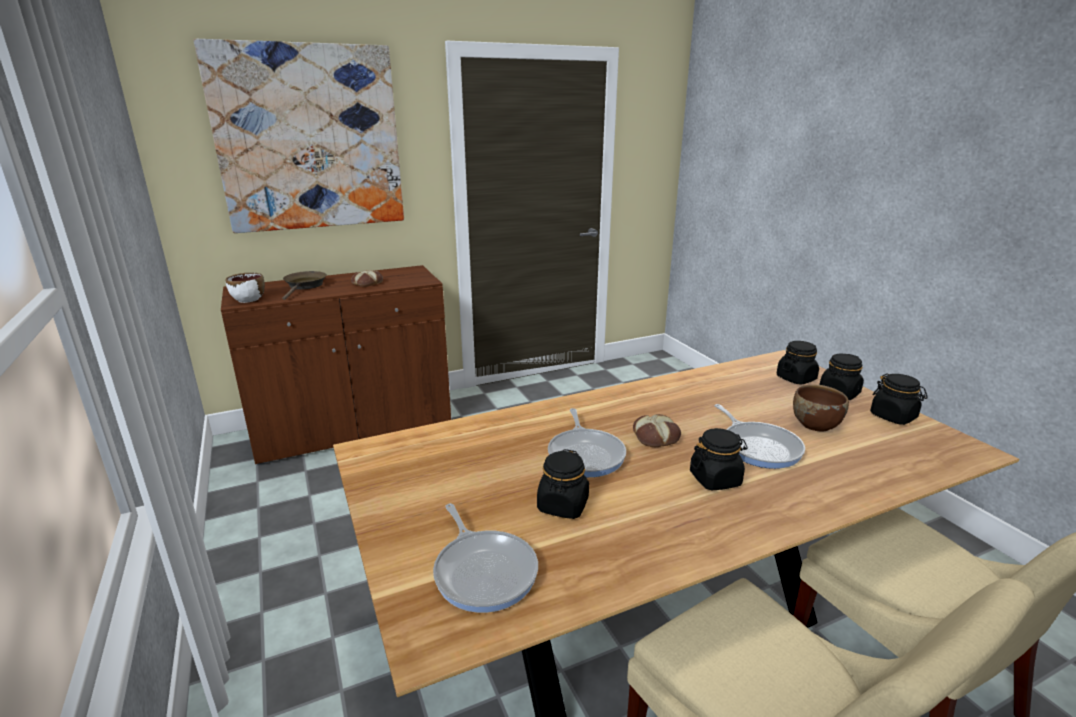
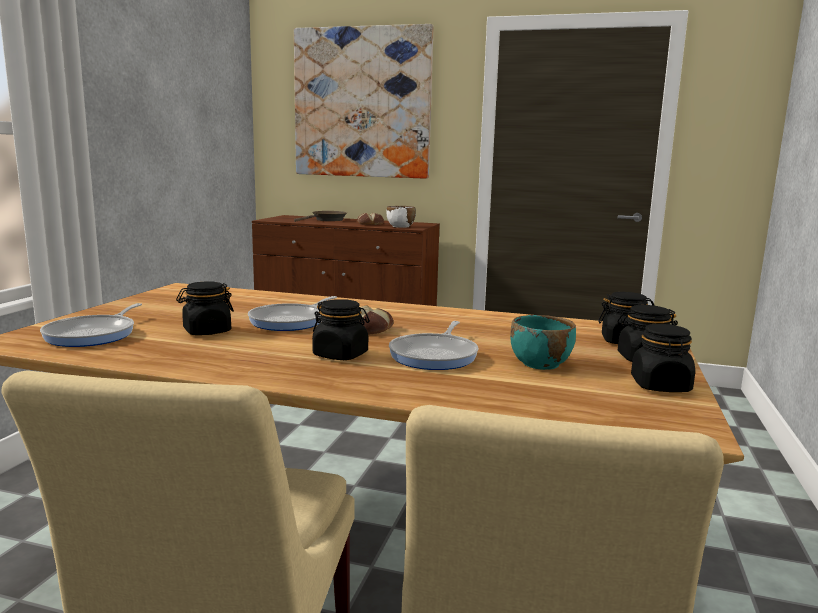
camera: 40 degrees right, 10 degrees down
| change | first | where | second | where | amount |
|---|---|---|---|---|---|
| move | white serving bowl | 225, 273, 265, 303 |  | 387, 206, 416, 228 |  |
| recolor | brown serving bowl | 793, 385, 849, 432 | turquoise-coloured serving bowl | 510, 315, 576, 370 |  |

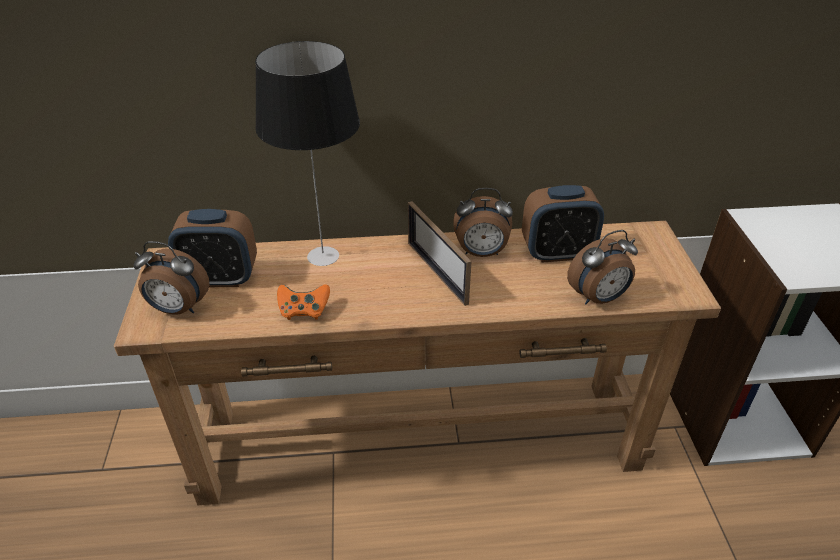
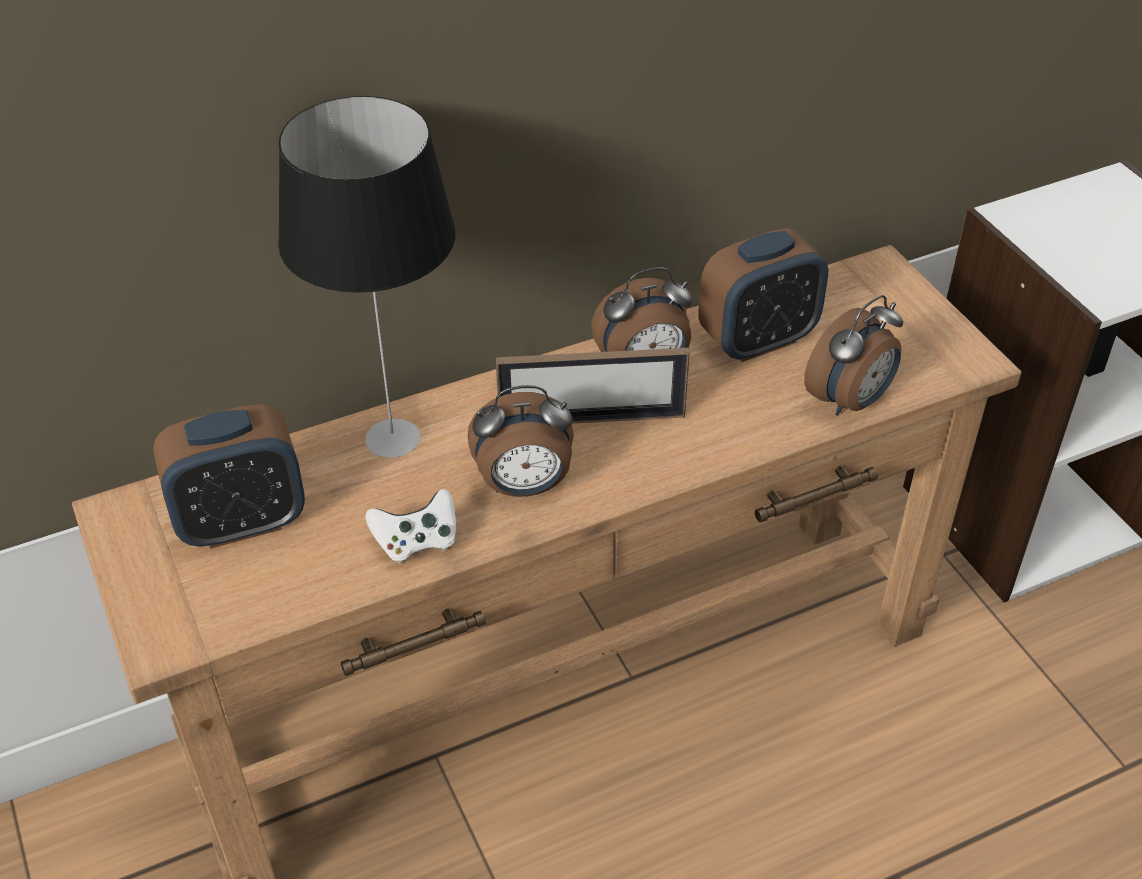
camera: 20 degrees left, 5 degrees up
| change | first | where | second | where | amount |
|---|---|---|---|---|---|
| rotate | standing frame | 408, 201, 472, 306 |  | 495, 348, 690, 424 | 45 degrees counterclockwise |
| move | table clock | 133, 241, 210, 315 |  | 468, 385, 574, 497 |  |
| recolor | orange-coloured gamepad | 277, 284, 330, 320 | white gamepad | 366, 489, 456, 564 |  |

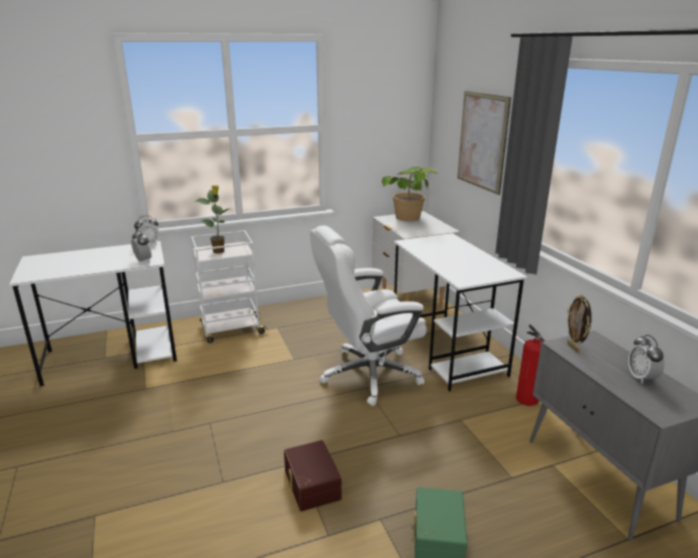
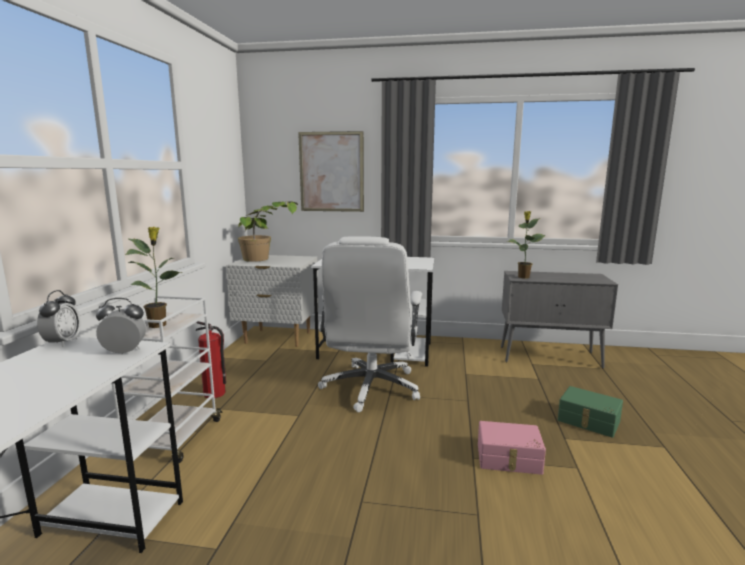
camera: 60 degrees left, 10 degrees down
| change | first | where | second | where | amount |
|---|---|---|---|---|---|
| replace | standing frame | 567, 294, 592, 353 | potted plant | 507, 211, 546, 279 |  |
| move | extinguisher | 516, 324, 545, 406 |  | 196, 321, 226, 398 |  |
| delete | table clock | 628, 335, 664, 384 |  |  |  |
| recolor | brown storage box | 284, 440, 342, 511 | pinkish storage box | 478, 421, 546, 475 |  |

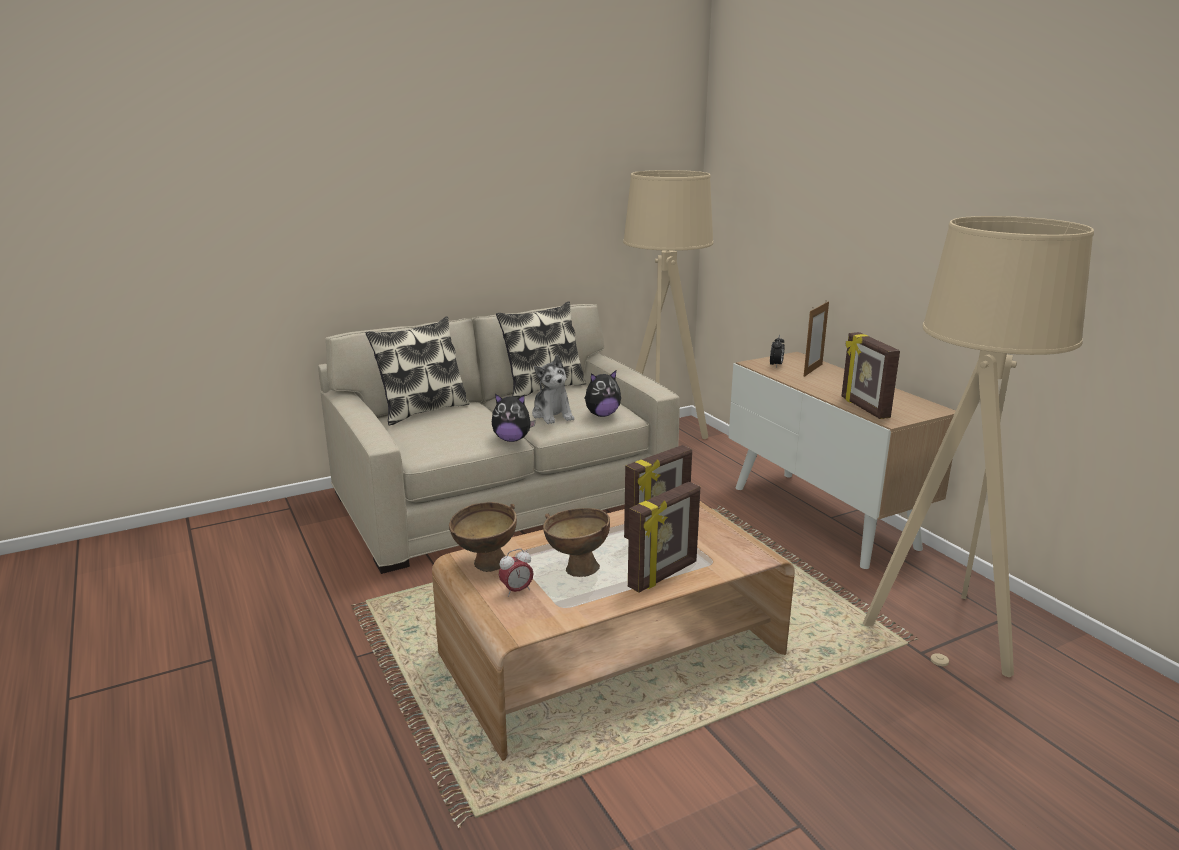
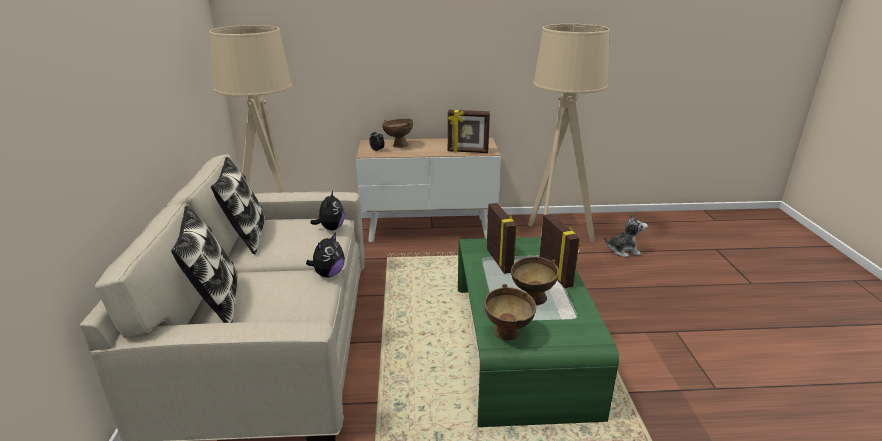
camera: 65 degrees left, 5 degrees up
| change | first | where | second | where | amount |
|---|---|---|---|---|---|
| replace | standing frame | 804, 301, 829, 377 | brown serving bowl | 382, 118, 413, 148 |  |
| move | soft toy | 532, 355, 574, 424 |  | 604, 212, 648, 257 |  |
| recolor | brown low table | 432, 501, 795, 761 | green low table | 458, 237, 619, 427 |  |
| delete | table clock | 499, 548, 534, 597 |  |  |  |

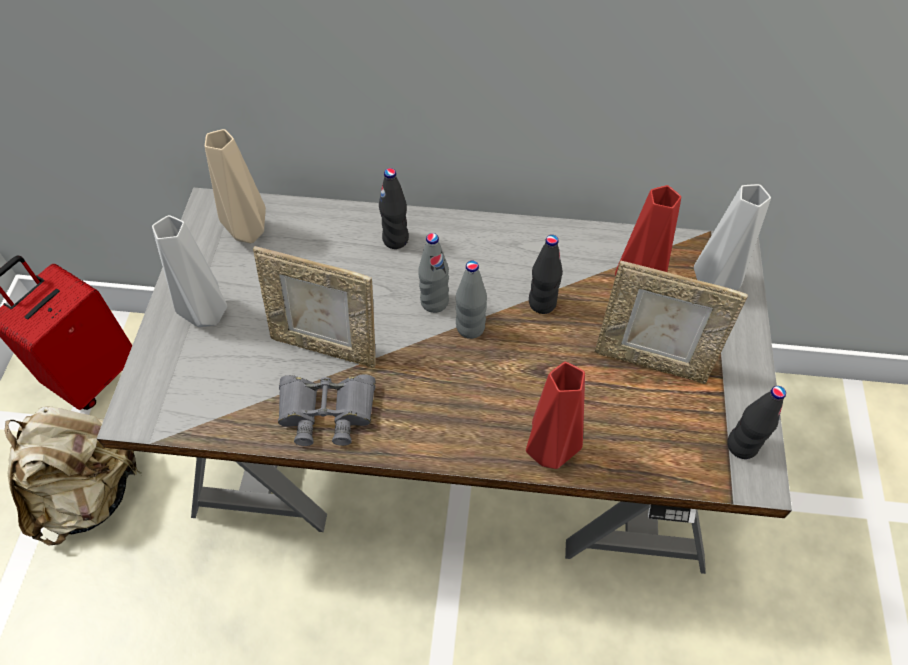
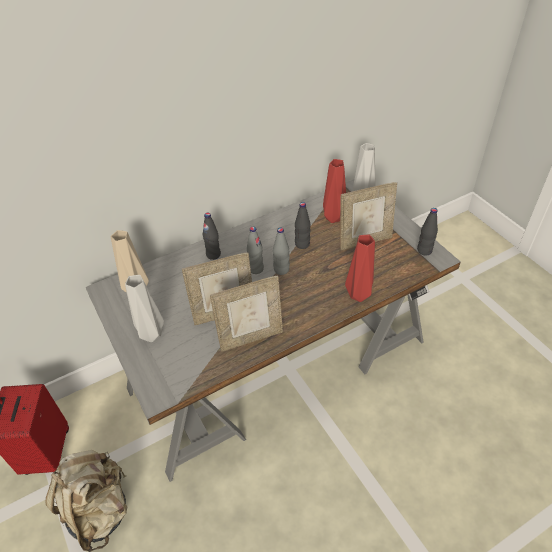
camera: 35 degrees left, 10 degrees down
| change | first | where | second | where | amount |
|---|---|---|---|---|---|
| replace | greyish pair of binoculars | 278, 374, 376, 446 | standing frame | 210, 276, 283, 352 |  |

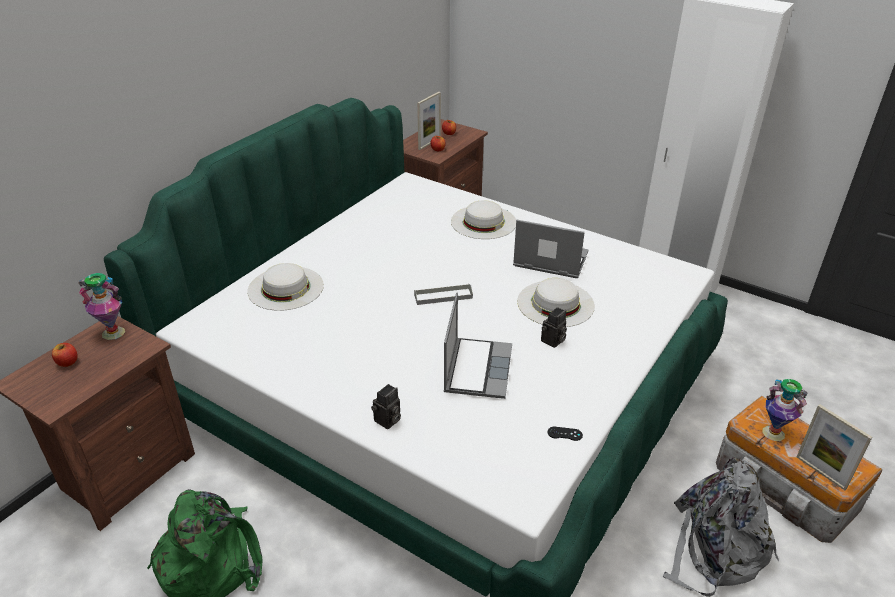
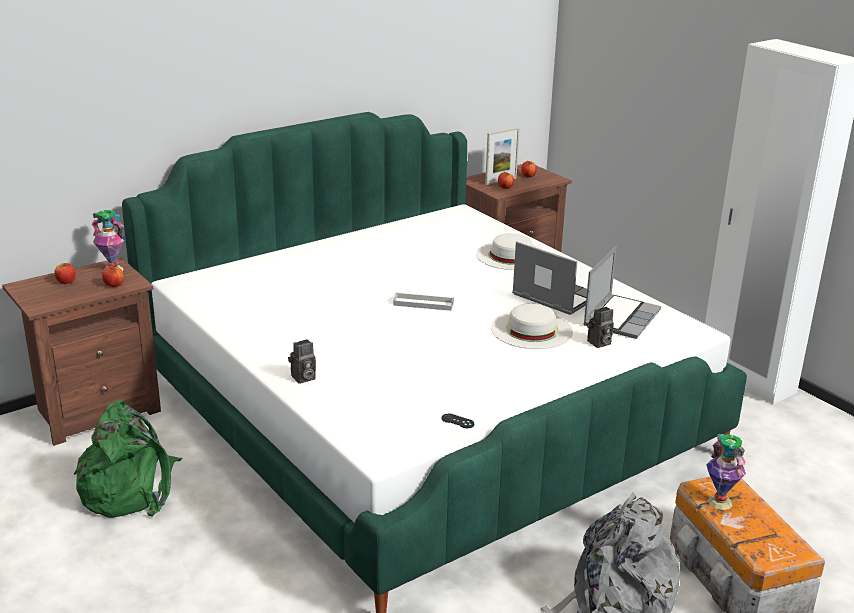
camera: 20 degrees right, 10 degrees down
| change | first | where | second | where | amount |
|---|---|---|---|---|---|
| delete | white wearable hat | 248, 263, 324, 311 |  |  |  |
| move | laptop | 444, 293, 512, 399 |  | 583, 246, 661, 339 |  |
| move | still camera | 541, 307, 567, 348 |  | 587, 307, 614, 348 |  |
| delete | standing frame | 797, 404, 872, 490 |  |  |  |
| insert |  |  | whole apple | 102, 266, 124, 287 |  |

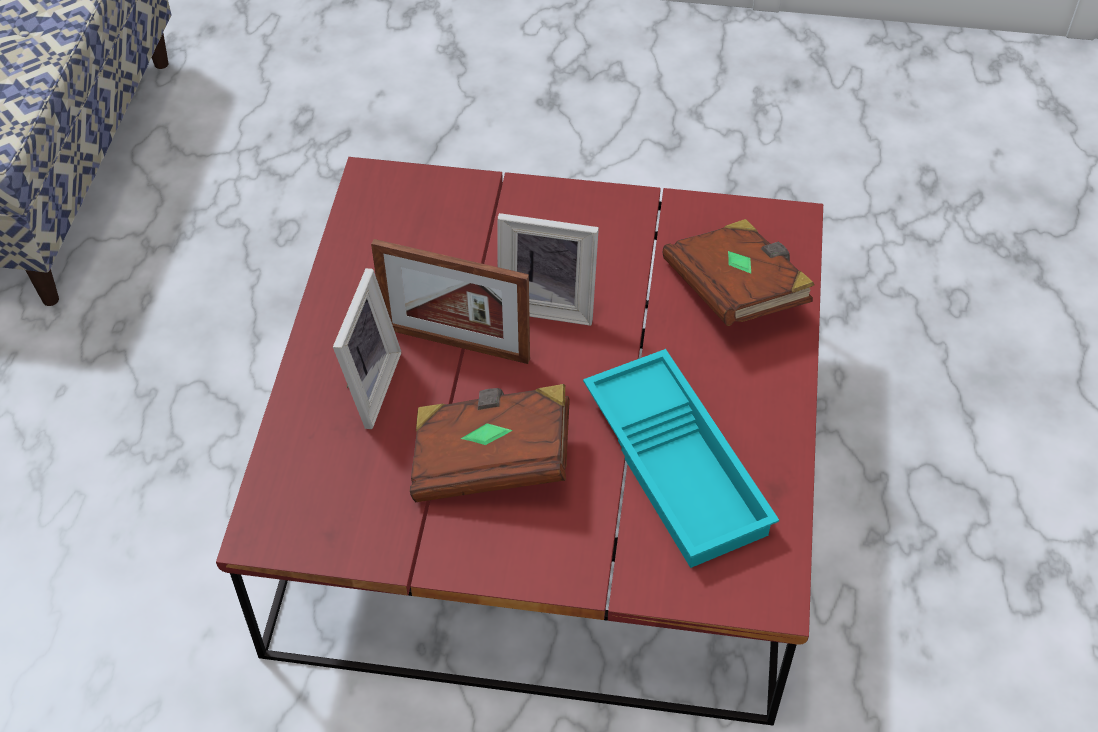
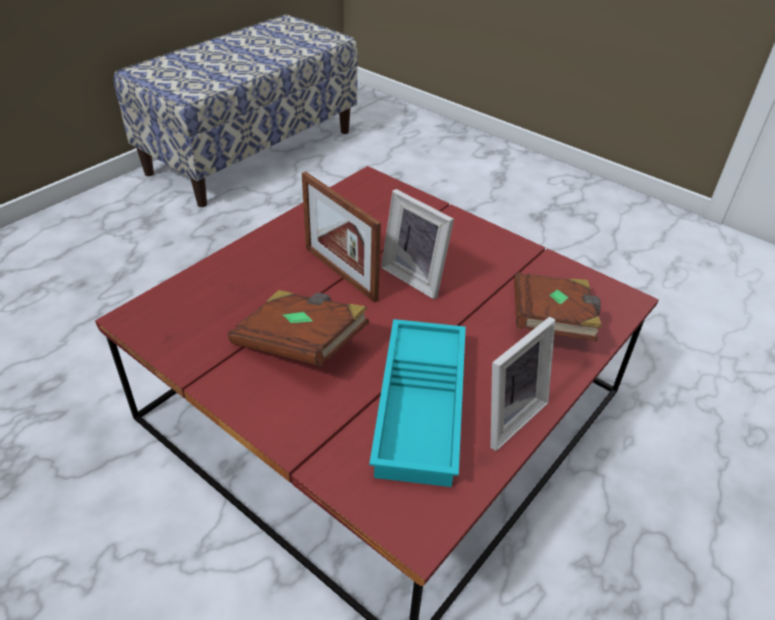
camera: 30 degrees right, 10 degrees down
| change | first | where | second | where | amount |
|---|---|---|---|---|---|
| move | standing frame | 333, 268, 402, 429 |  | 490, 317, 555, 451 |  |

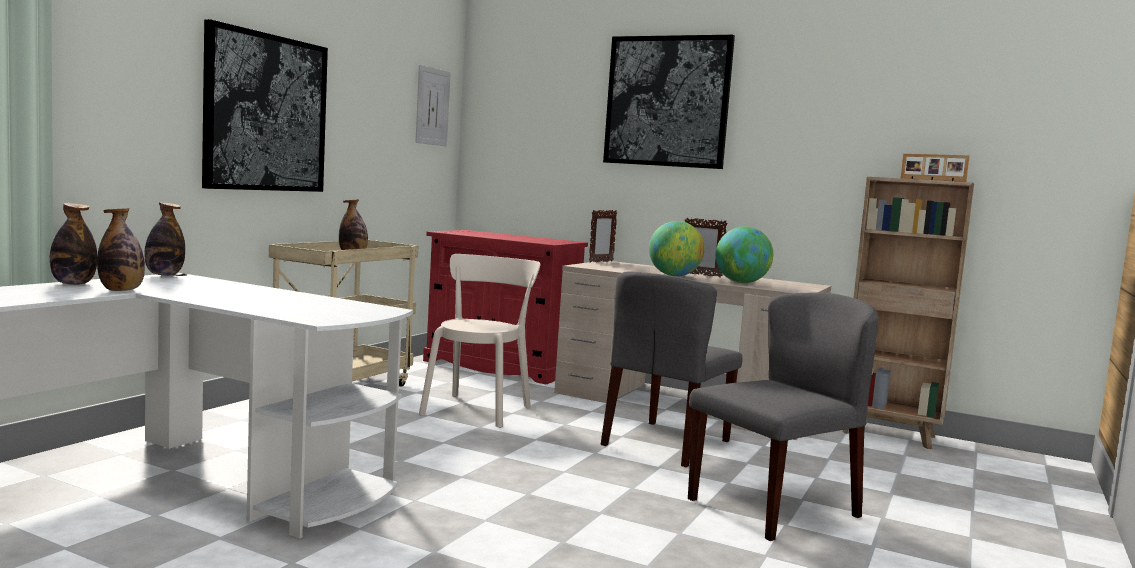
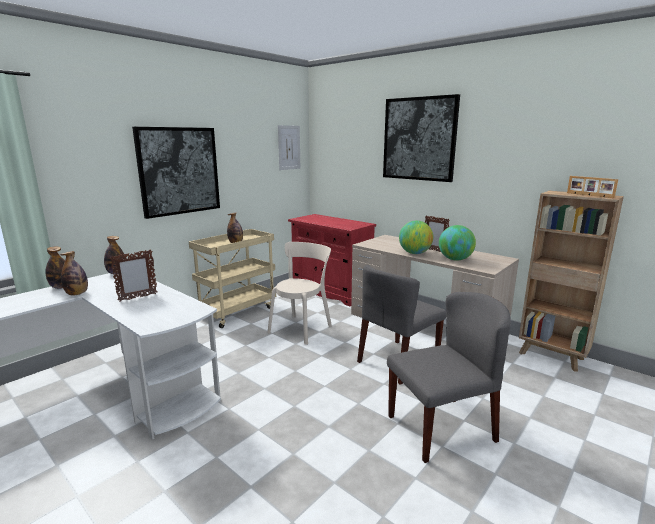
camera: 15 degrees right, 10 degrees up
| change | first | where | second | where | amount |
|---|---|---|---|---|---|
| move | standing frame | 589, 210, 617, 263 |  | 110, 249, 157, 301 |  |

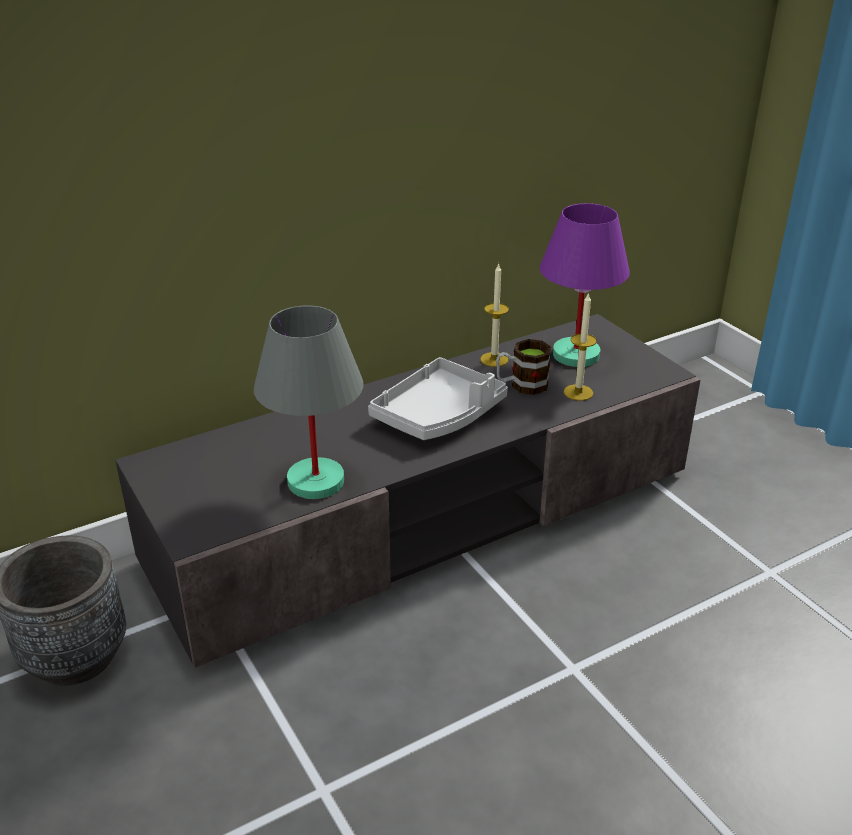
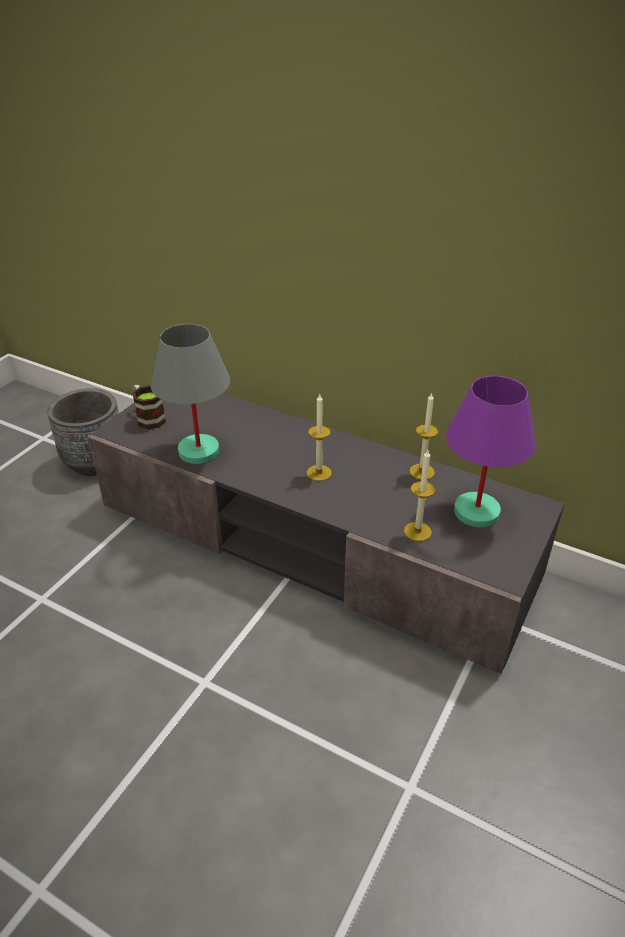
camera: 60 degrees right, 5 degrees up
| change | first | where | second | where | amount |
|---|---|---|---|---|---|
| move | tea mug | 496, 339, 551, 395 |  | 132, 385, 166, 429 |  |
| replace | greyish tray | 368, 357, 508, 440 | wax light | 307, 394, 332, 481 |  |

